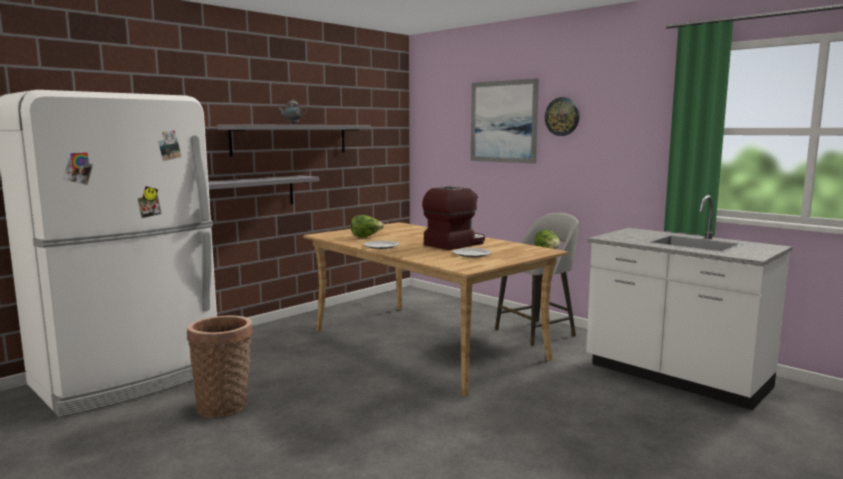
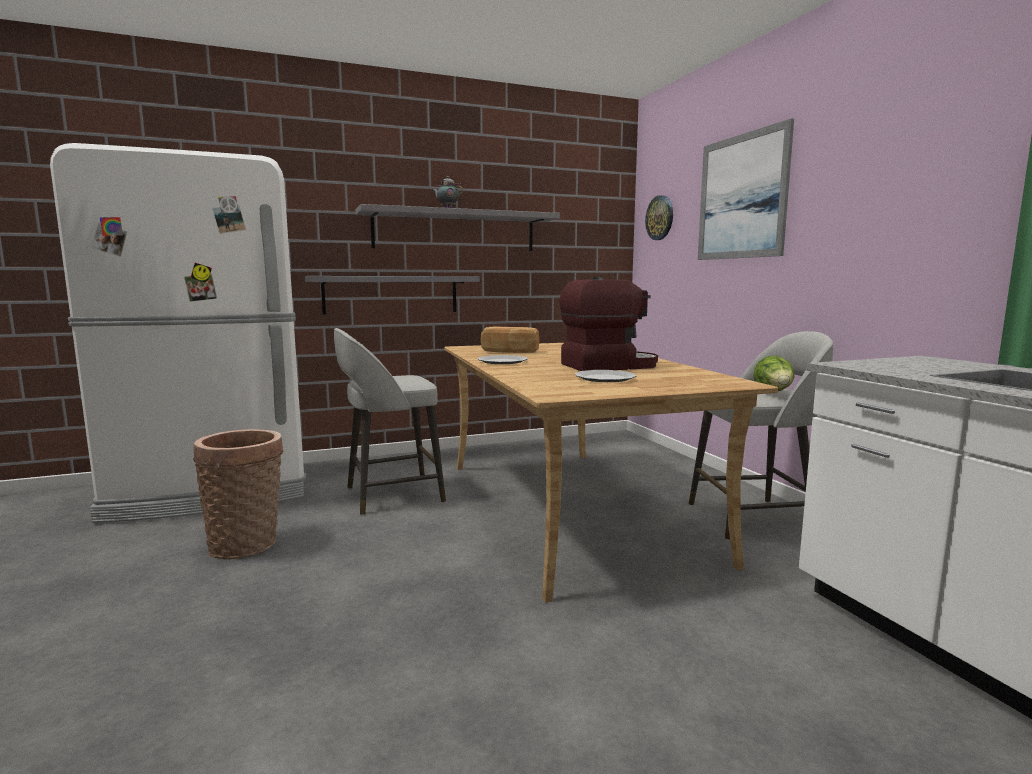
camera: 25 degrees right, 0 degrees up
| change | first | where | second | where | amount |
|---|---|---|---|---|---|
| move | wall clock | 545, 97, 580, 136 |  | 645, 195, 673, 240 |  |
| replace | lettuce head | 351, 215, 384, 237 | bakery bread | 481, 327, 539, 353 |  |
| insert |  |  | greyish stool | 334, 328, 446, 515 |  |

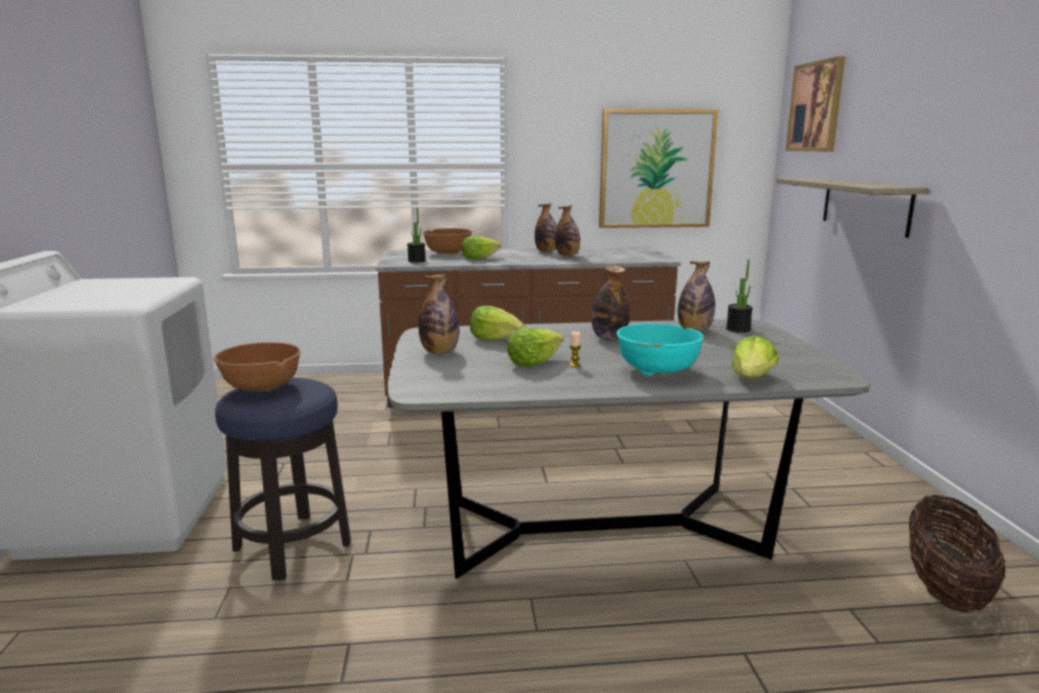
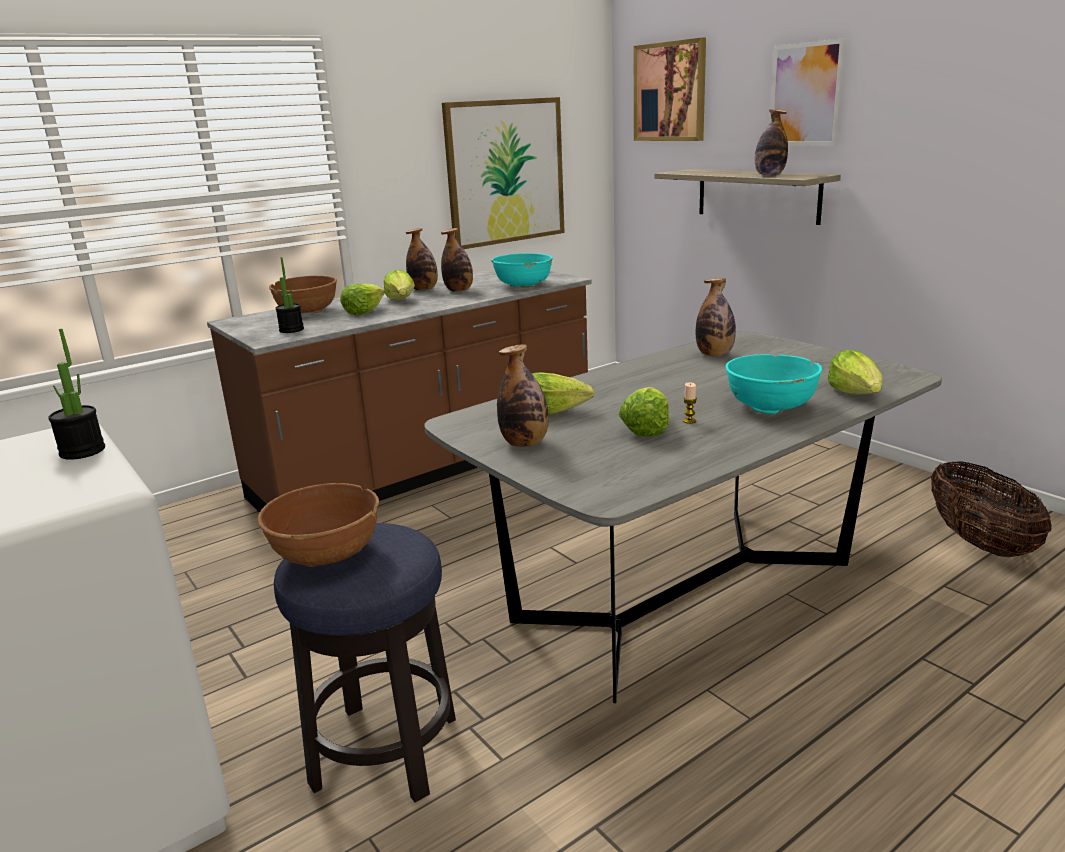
camera: 30 degrees left, 5 degrees up
| change | first | where | second | where | amount |
|---|---|---|---|---|---|
| move | potted plant | 726, 259, 753, 333 |  | 48, 329, 105, 460 |  |
| move | drink bottle | 592, 266, 630, 341 |  | 755, 110, 788, 176 |  |
| insert |  |  | wall art | 770, 38, 846, 146 |  |
| insert |  |  | turquoise-coloured serving bowl | 491, 253, 553, 288 |  |
| insert |  |  | lettuce head | 384, 270, 415, 300 |  |

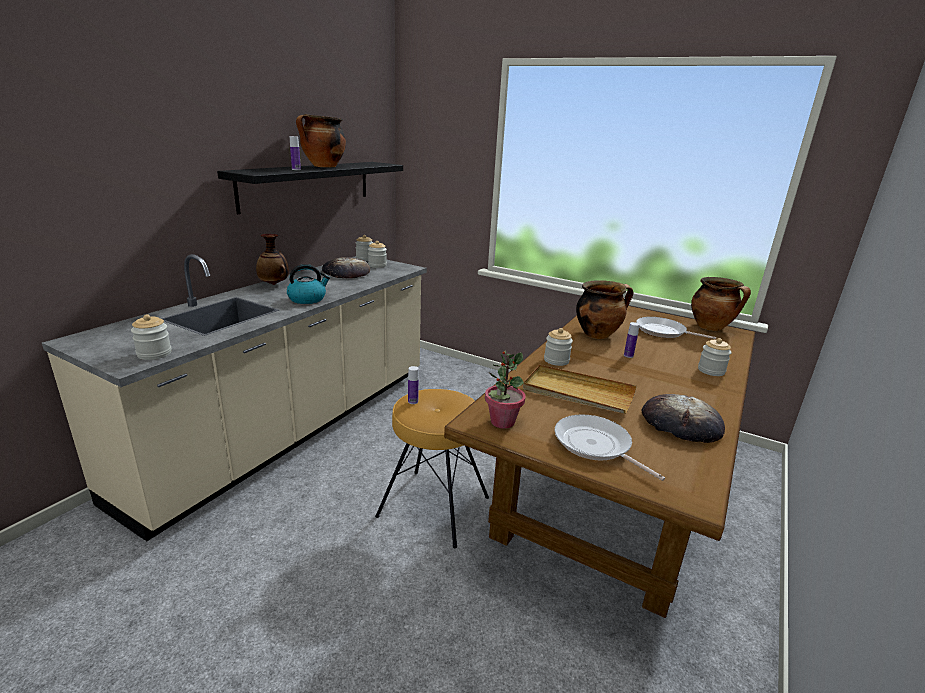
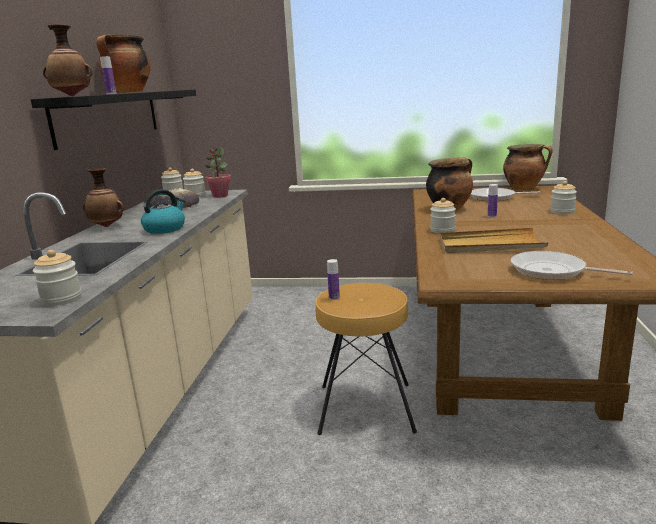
camera: 20 degrees left, 5 degrees down
| change | first | where | second | where | amount |
|---|---|---|---|---|---|
| move | potted plant | 485, 351, 526, 429 |  | 205, 148, 231, 198 |  |
| delete | bakery bread | 641, 394, 725, 443 |  |  |  |
| insert |  |  | flower vase | 43, 24, 93, 96 |  |

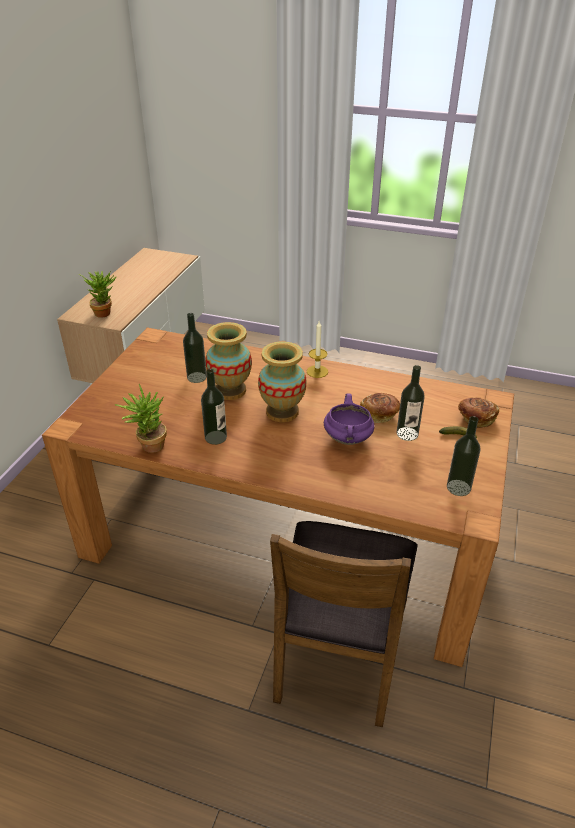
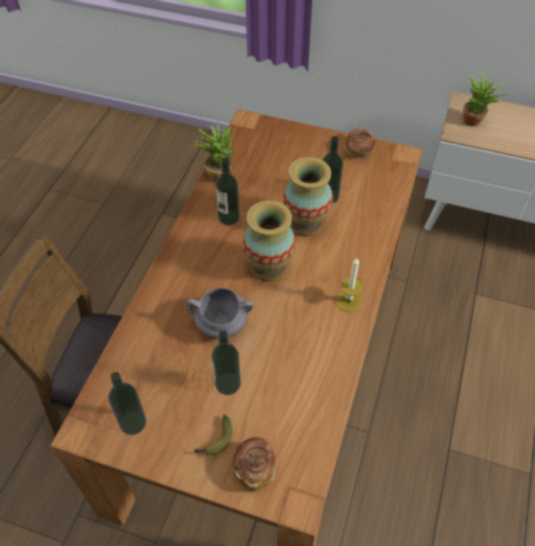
camera: 90 degrees right, 15 degrees up
| change | first | where | second | where | amount |
|---|---|---|---|---|---|
| move | bakery bread | 360, 393, 400, 423 |  | 345, 128, 376, 158 |  |
| recolor | purplish cooking pot | 324, 394, 375, 445 | greyish cooking pot | 186, 287, 253, 339 |  |

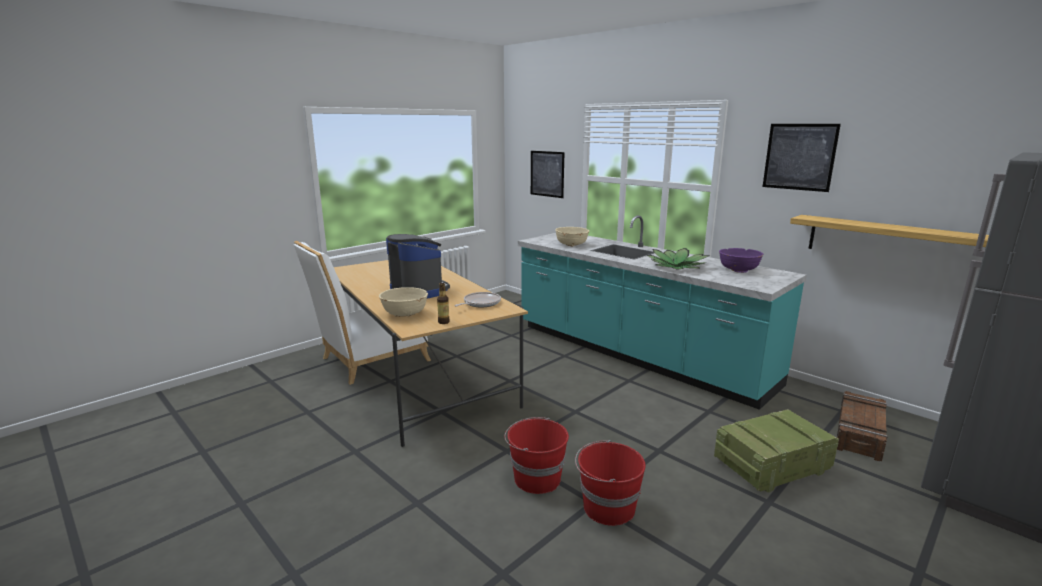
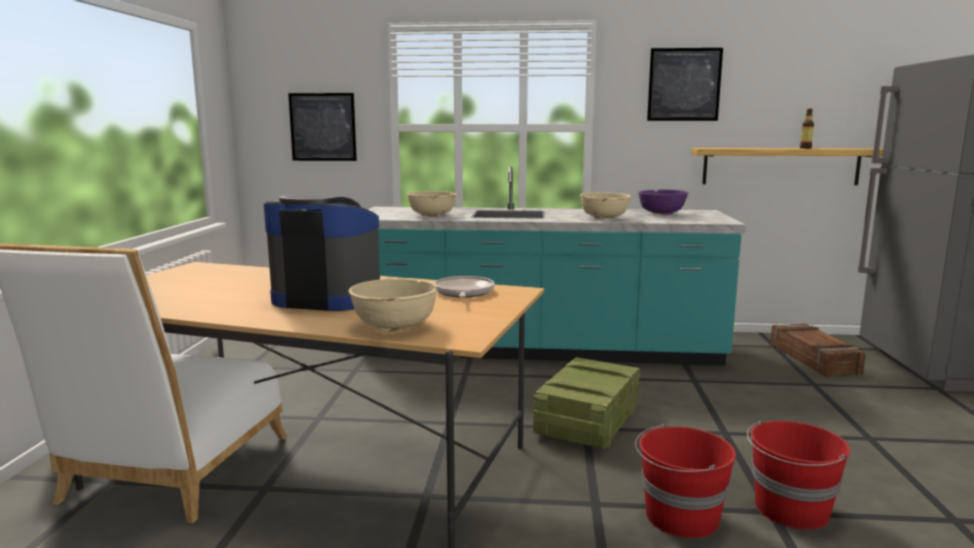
camera: 40 degrees left, 5 degrees down
| change | first | where | second | where | amount |
|---|---|---|---|---|---|
| replace | potted plant | 646, 248, 710, 270 | beige serving bowl | 580, 192, 631, 219 |  |
| move | drink bottle | 437, 283, 450, 324 |  | 800, 109, 814, 149 |  |
| move | crate | 714, 409, 839, 493 |  | 533, 357, 640, 449 |  |

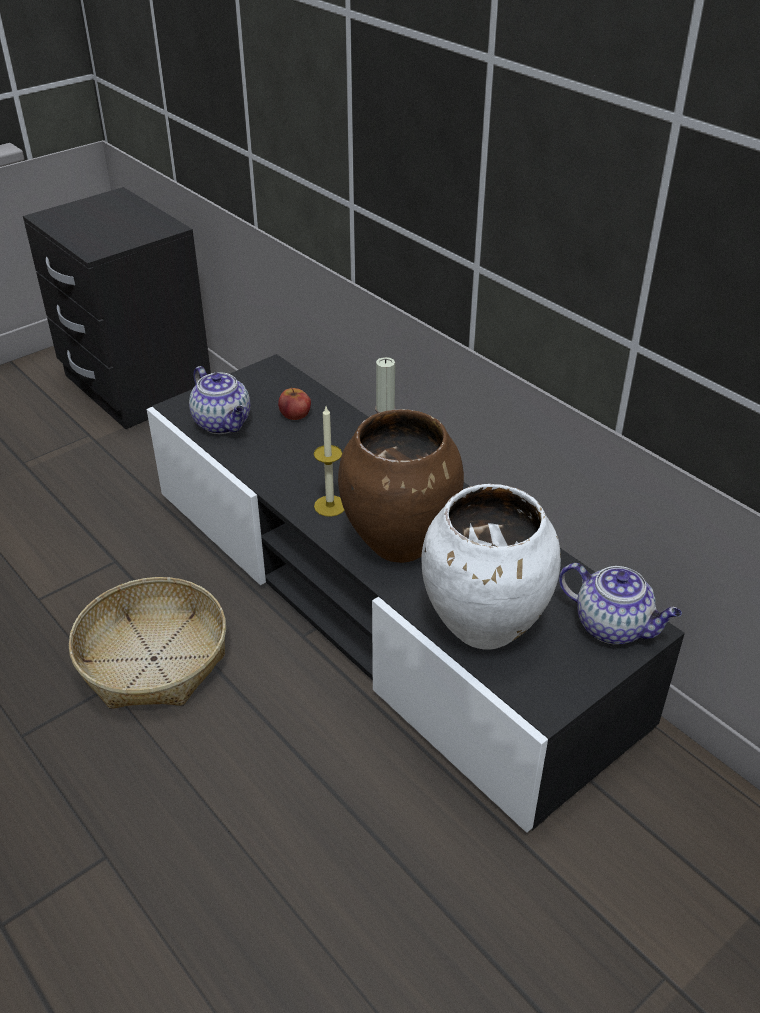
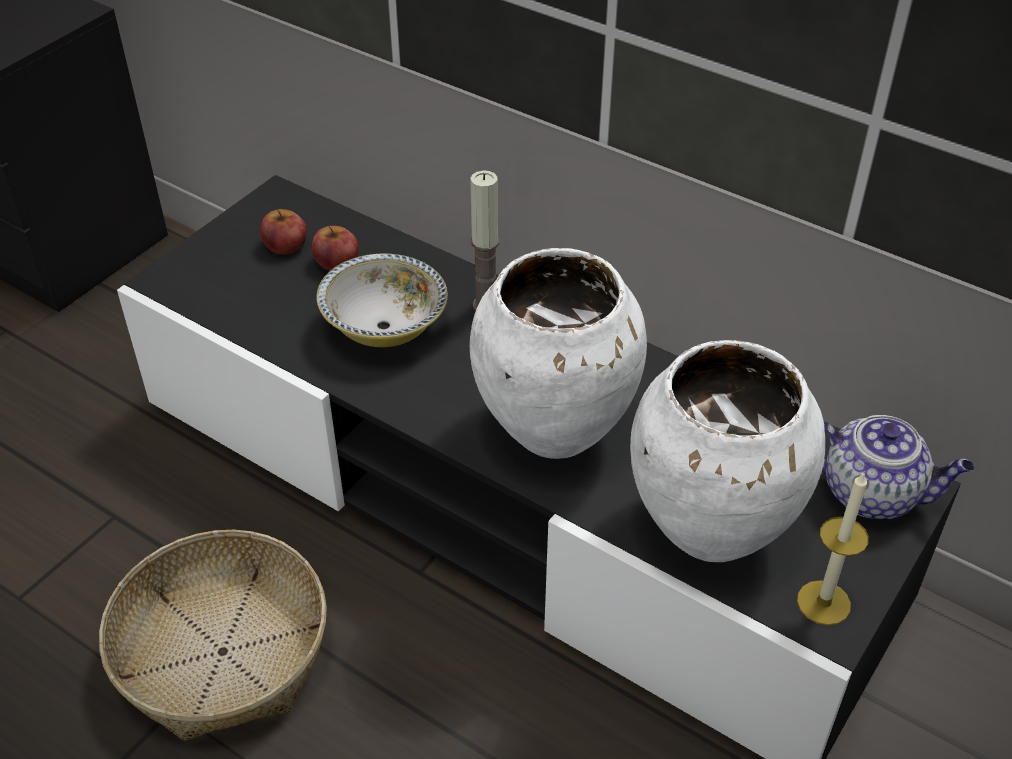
camera: 15 degrees left, 5 degrees up
| change | first | where | second | where | amount |
|---|---|---|---|---|---|
| delete | tea pot | 189, 366, 250, 434 |  |  |  |
| move | wax light | 314, 407, 344, 517 |  | 797, 472, 869, 625 |  |
| recolor | brown flower vase | 338, 409, 464, 563 | white flower vase | 470, 248, 647, 459 |  |
| insert |  |  | whole apple | 260, 209, 307, 255 |  |
| insert |  |  | serving bowl | 317, 254, 448, 347 |  |

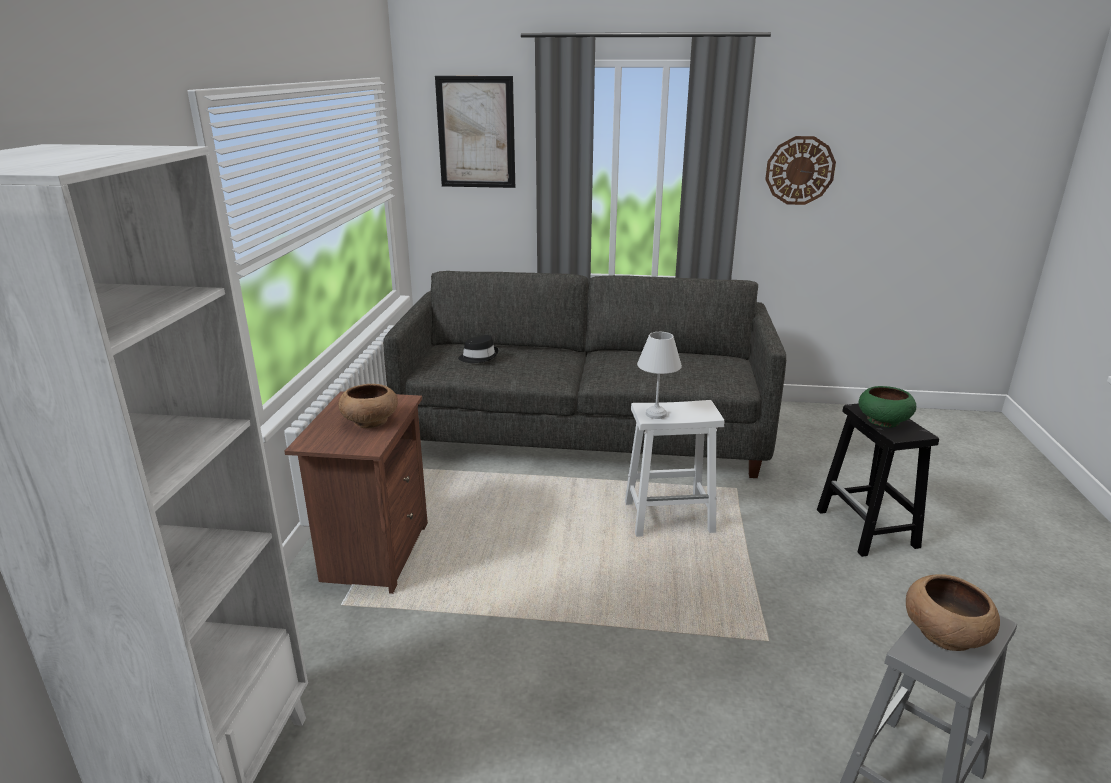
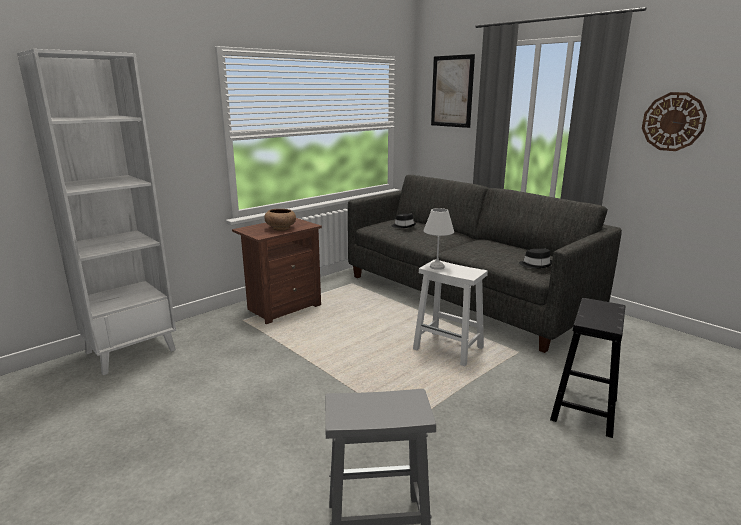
camera: 40 degrees right, 5 degrees down
| change | first | where | second | where | amount |
|---|---|---|---|---|---|
| delete | green serving bowl | 859, 386, 916, 428 |  |  |  |
| delete | brown serving bowl | 906, 574, 1000, 651 |  |  |  |
| insert |  |  | black-coloured wearable hat | 519, 249, 552, 269 |  |

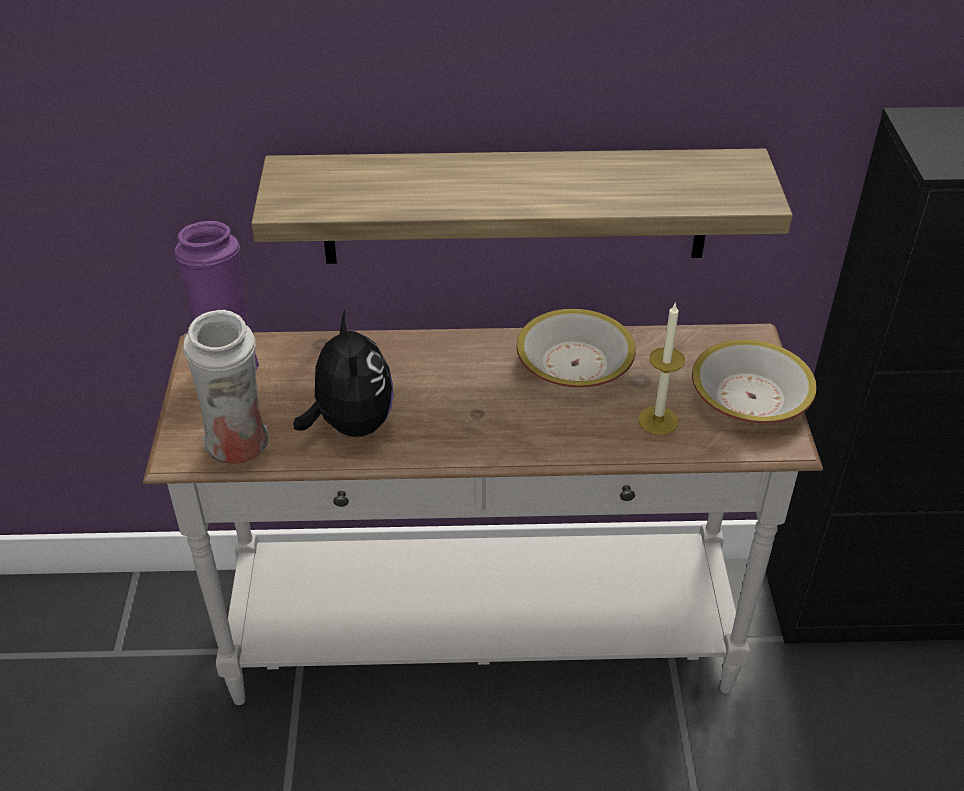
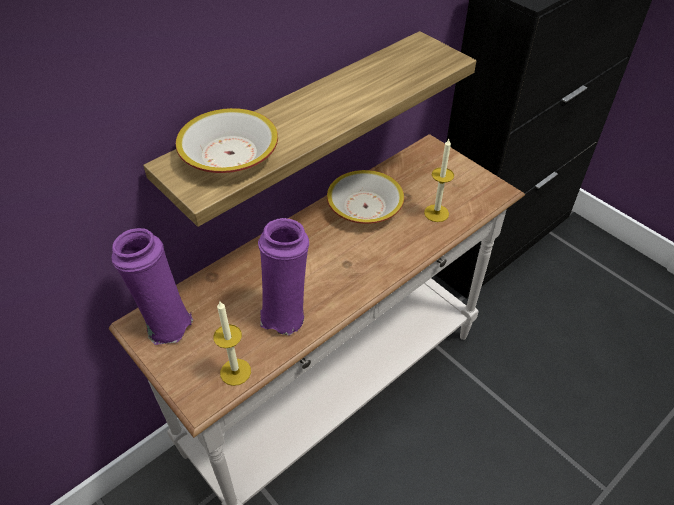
camera: 40 degrees left, 5 degrees up
| change | first | where | second | where | amount |
|---|---|---|---|---|---|
| replace | white flower vase | 183, 310, 269, 464 | wax light | 213, 302, 251, 386 |  |
| replace | soft toy | 293, 311, 394, 437 | purplish flower vase | 258, 218, 309, 335 |  |
| move | serving bowl | 692, 340, 817, 423 |  | 176, 108, 278, 173 |  |

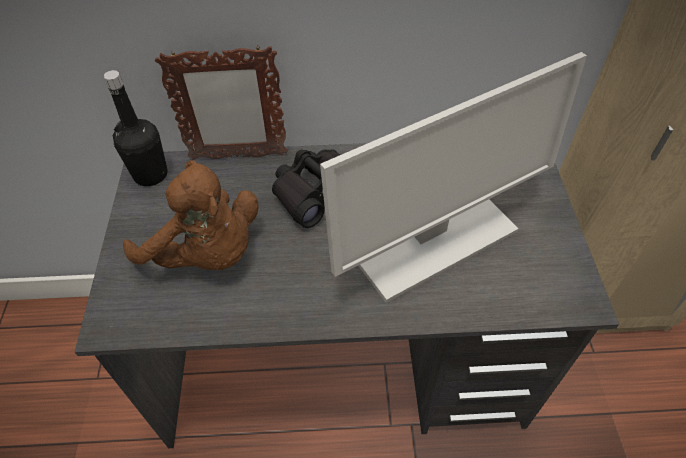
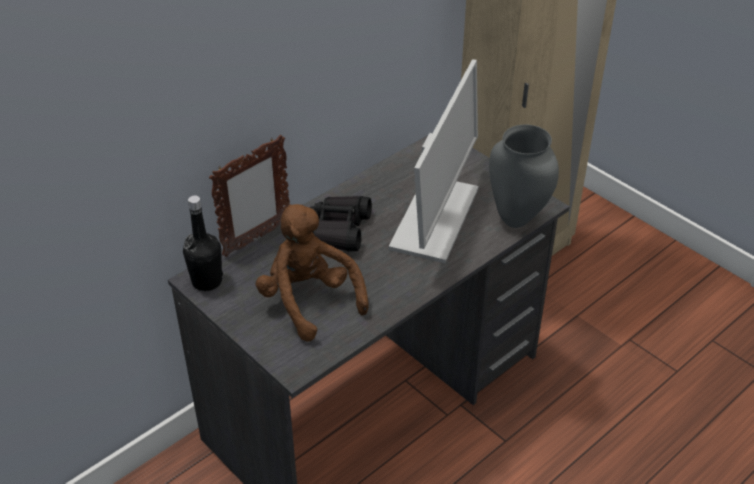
camera: 40 degrees left, 10 degrees down
| change | first | where | second | where | amount |
|---|---|---|---|---|---|
| rotate | brown soft toy | 123, 160, 258, 270 |  | 256, 204, 369, 342 | 120 degrees counterclockwise |
| insert |  |  | greyish flower vase | 489, 125, 559, 228 |  |

